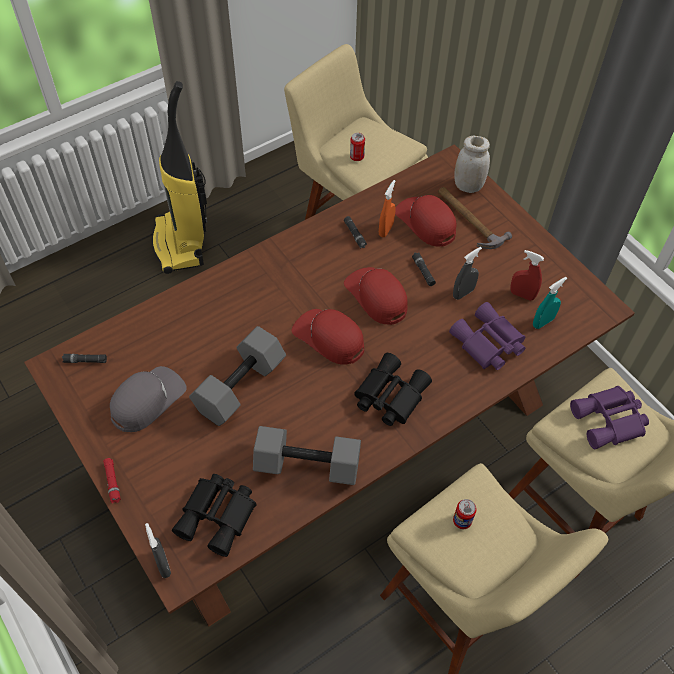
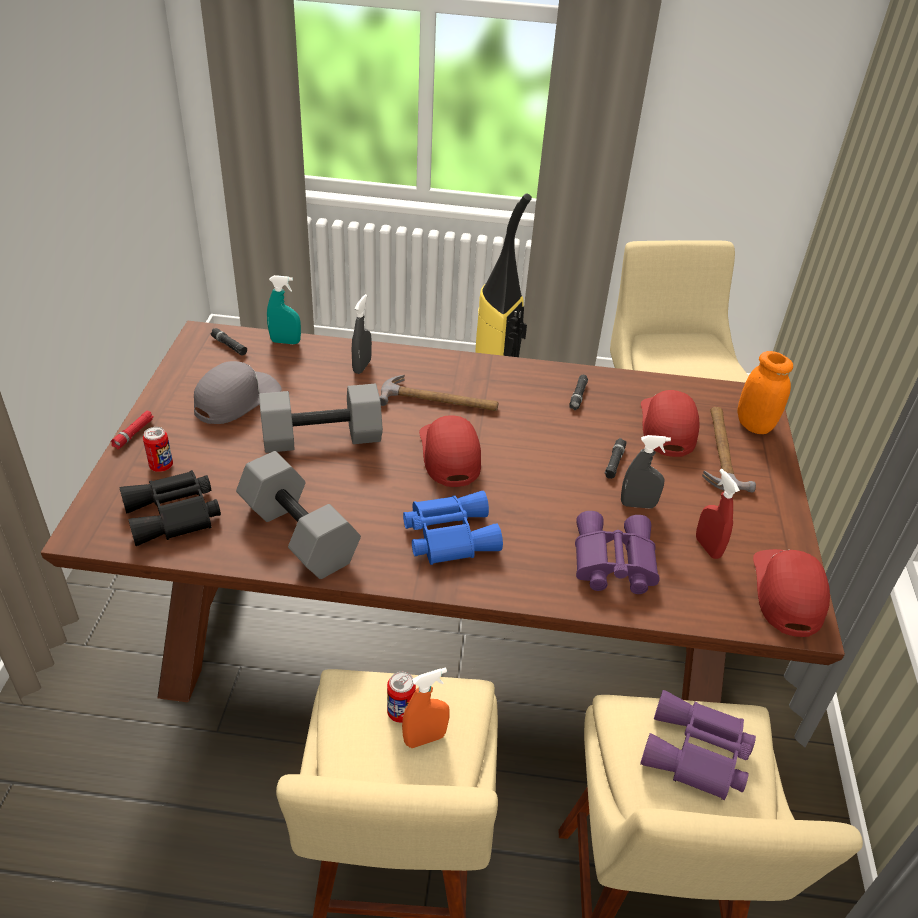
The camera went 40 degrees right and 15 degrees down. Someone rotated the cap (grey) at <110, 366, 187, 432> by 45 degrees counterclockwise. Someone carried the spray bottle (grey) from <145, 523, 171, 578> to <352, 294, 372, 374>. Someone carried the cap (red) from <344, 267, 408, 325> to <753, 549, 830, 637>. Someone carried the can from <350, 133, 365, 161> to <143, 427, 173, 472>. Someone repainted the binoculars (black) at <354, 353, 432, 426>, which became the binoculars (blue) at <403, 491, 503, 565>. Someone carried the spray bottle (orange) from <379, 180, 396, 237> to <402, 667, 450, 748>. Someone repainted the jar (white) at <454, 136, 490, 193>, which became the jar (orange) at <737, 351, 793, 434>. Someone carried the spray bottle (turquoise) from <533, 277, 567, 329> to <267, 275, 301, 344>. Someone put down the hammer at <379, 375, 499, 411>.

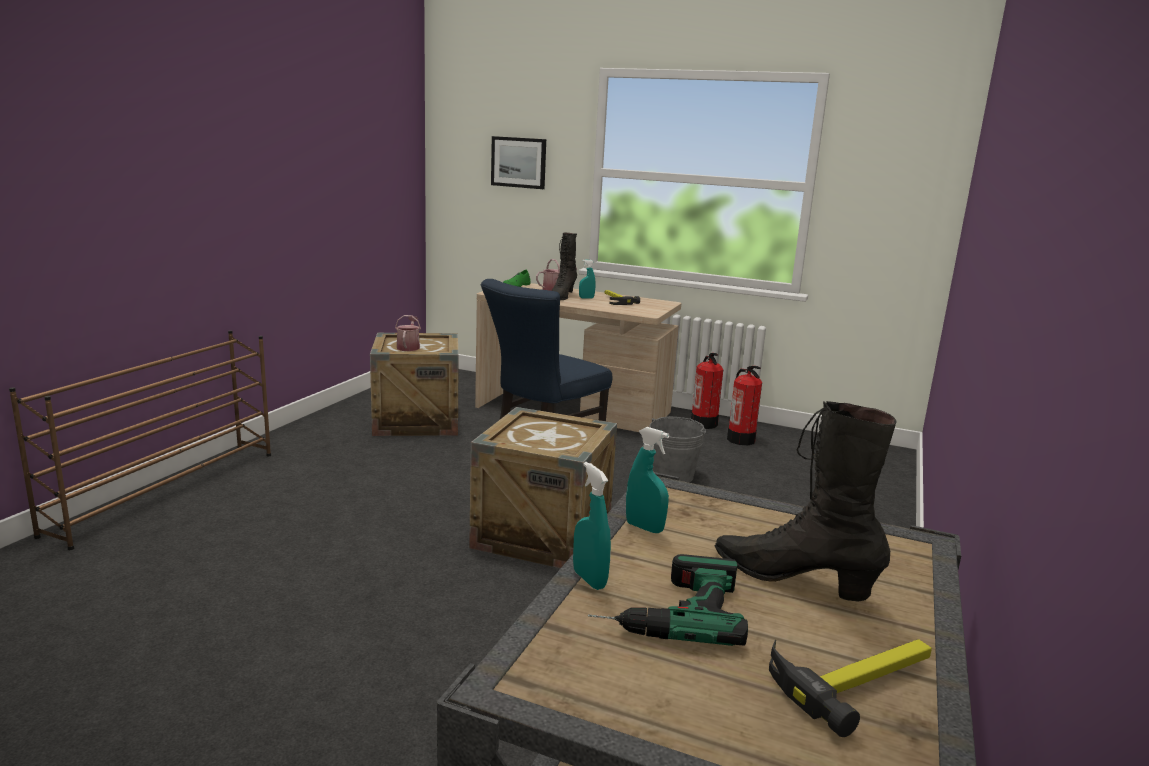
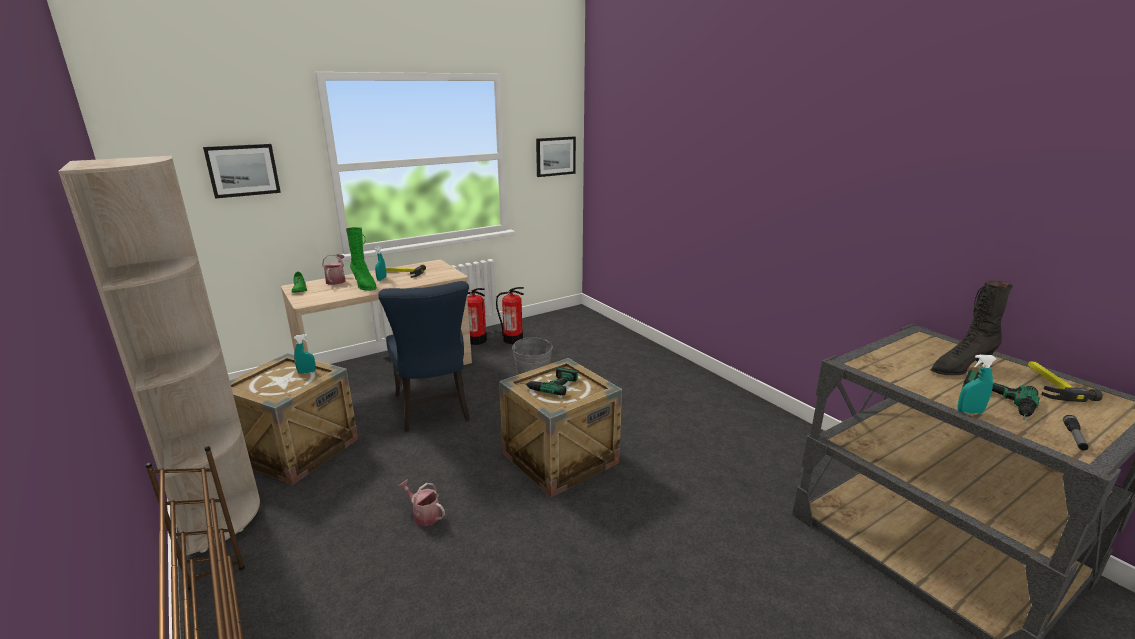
The camera went 55 degrees left and 5 degrees up. Someone carried the watering can from <395, 315, 421, 351> to <398, 479, 445, 526>. Someone repainted the boot (black) at <552, 233, 577, 301>, which became the boot (green) at <346, 227, 377, 291>. Someone carried the spray bottle (turquoise) from <626, 427, 669, 533> to <294, 334, 316, 374>. Someone put down the bookcase (beige) at <58, 156, 260, 555>. Someone put down the power drill at <518, 367, 578, 396>. Someone put up the picture at <536, 137, 576, 177>. Someone put down the flashlight at <1063, 415, 1088, 451>.

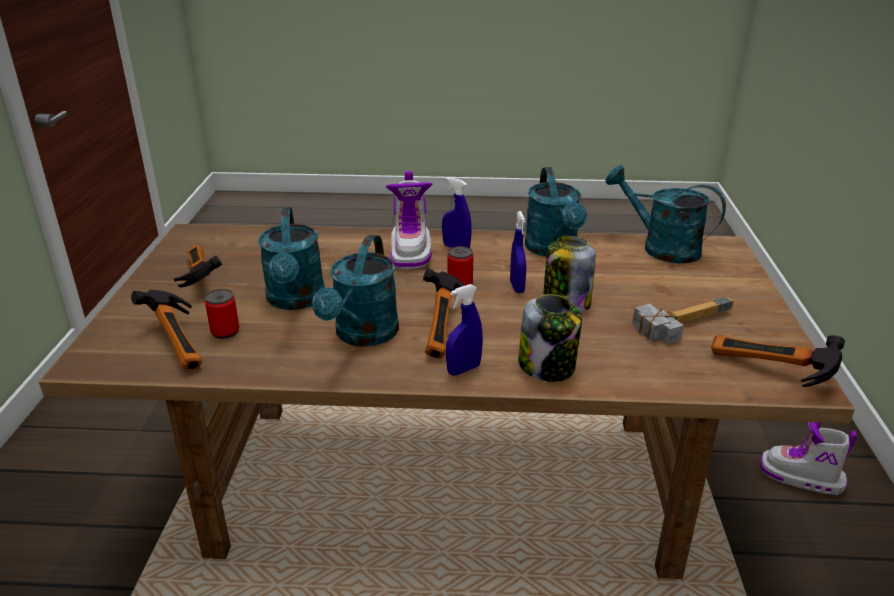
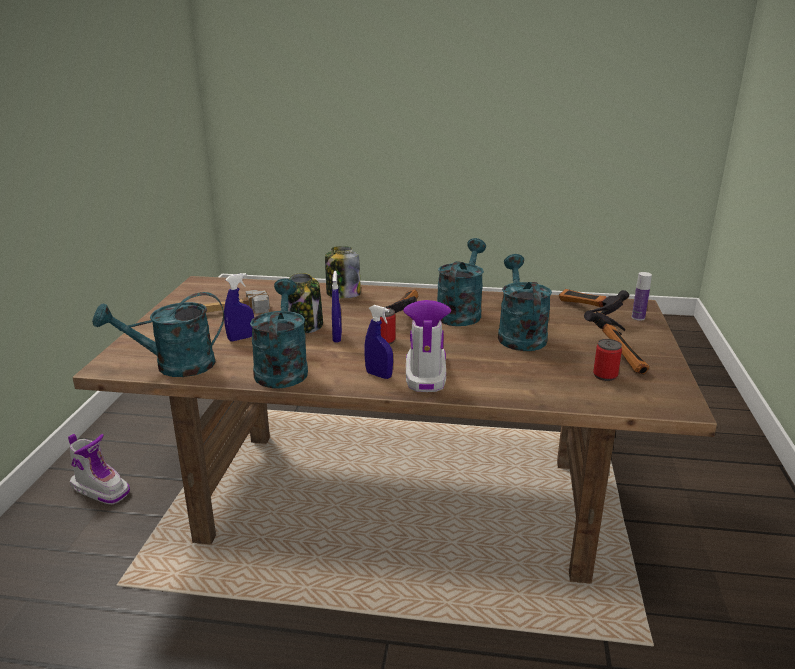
The camera went 175 degrees left and 5 degrees down. Someone carried the can from <205, 289, 239, 339> to <593, 339, 622, 381>. Someone carried the spray bottle (blue) from <446, 284, 483, 375> to <224, 273, 254, 341>. Someone rotated the watering can (turquoise) at <605, 165, 726, 264> by 120 degrees clockwise. Someone took away the hammer at <711, 335, 845, 387>. Someone put down the bottle at <632, 272, 652, 321>.

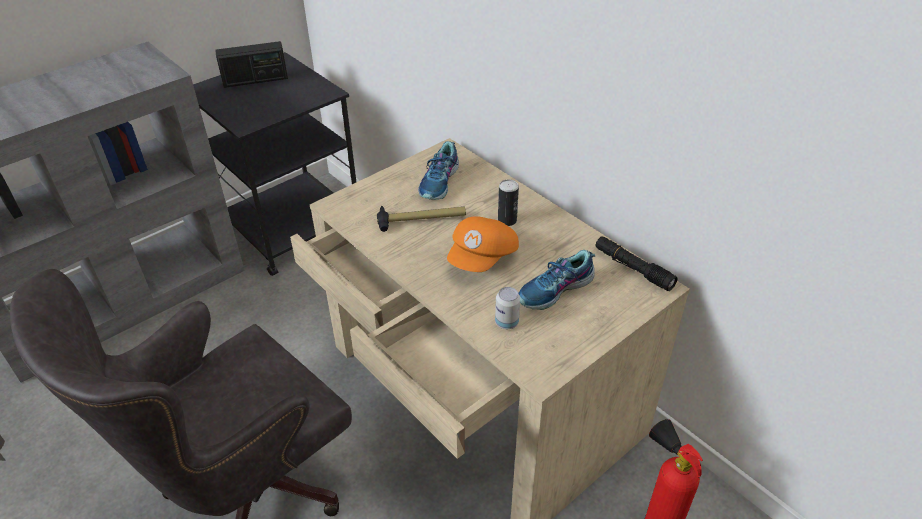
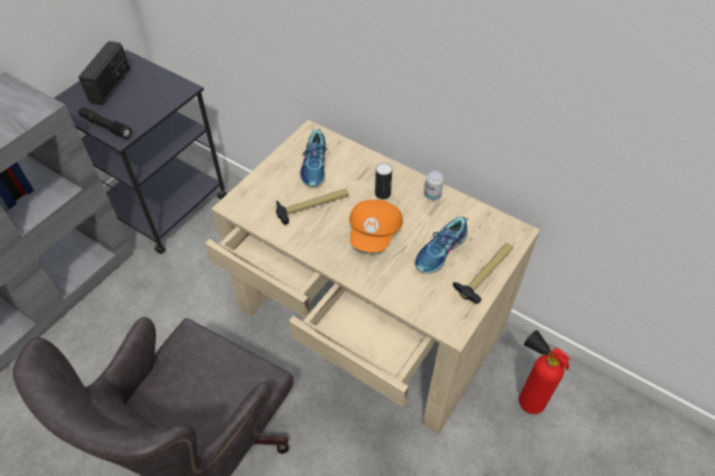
The camera went 15 degrees left and 10 degrees up. Someone rotated the radio at <216, 41, 288, 88> by 45 degrees counterclockwise. Someone carried the can from <495, 287, 520, 329> to <424, 170, 444, 200>. Someone carried the flashlight (black) from <596, 236, 678, 291> to <78, 107, 132, 139>. Someone put down the hammer at <453, 243, 513, 304>.

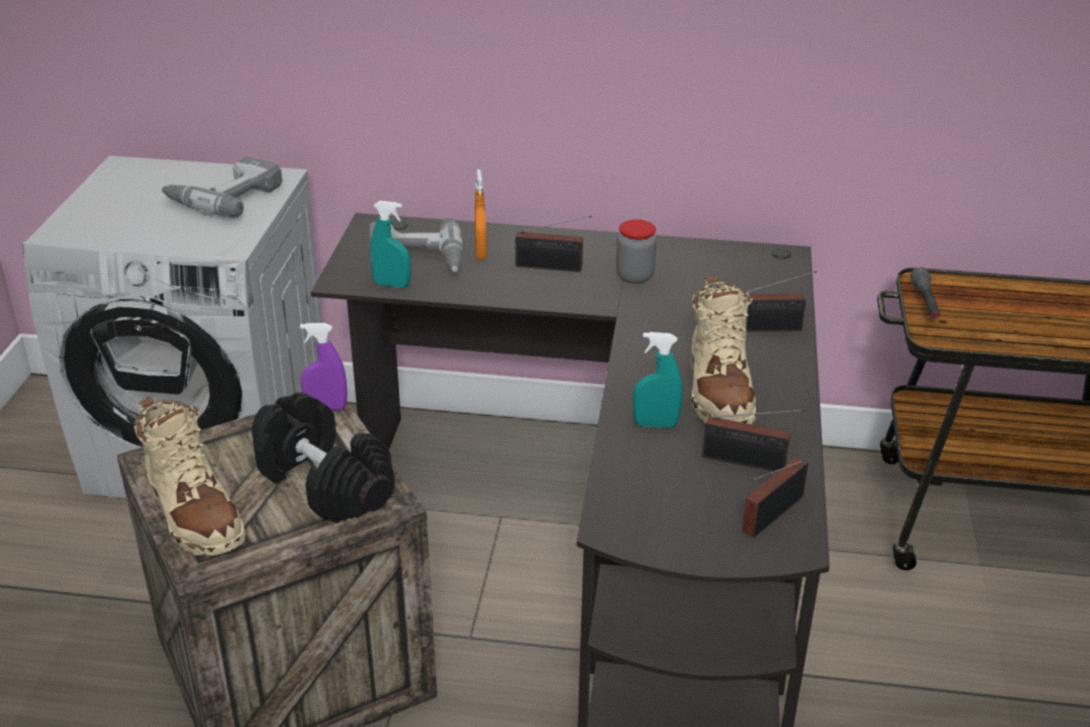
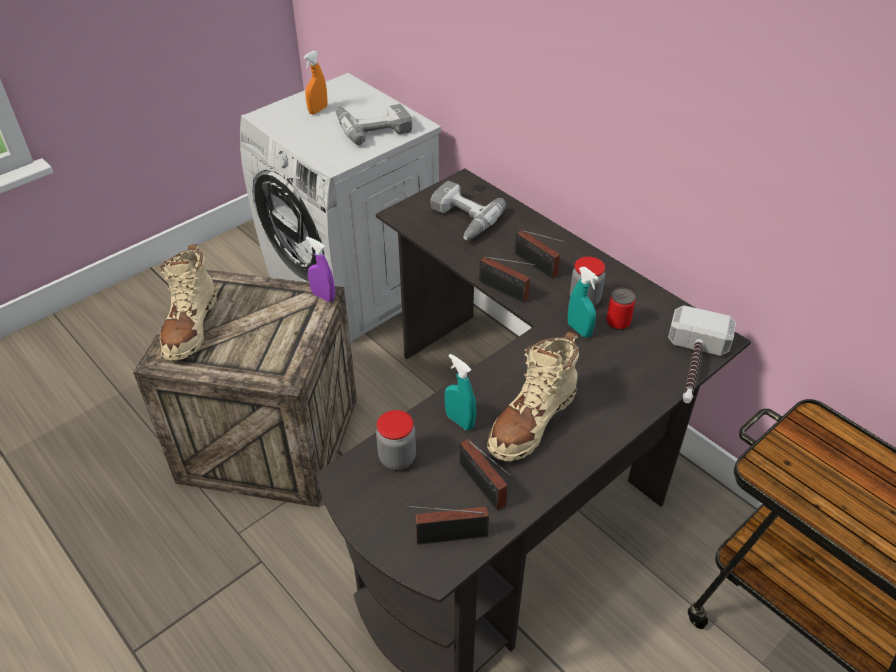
The camera went 40 degrees right and 10 degrees up. Someone took away the dumbbell (black) at <252, 392, 395, 523>. Someone carried the spray bottle (turquoise) from <370, 201, 411, 288> to <568, 267, 599, 337>. Someone carried the spray bottle (orange) from <475, 170, 487, 260> to <303, 50, 327, 114>. Someone carried the radio from <746, 271, 817, 332> to <479, 256, 536, 303>. Someone took away the flashlight (grey) at <910, 267, 941, 319>. Someone put down the jar at <376, 410, 416, 470>. Someone put down the can at <606, 288, 636, 330>. Someone put down the hammer at <668, 305, 736, 403>.

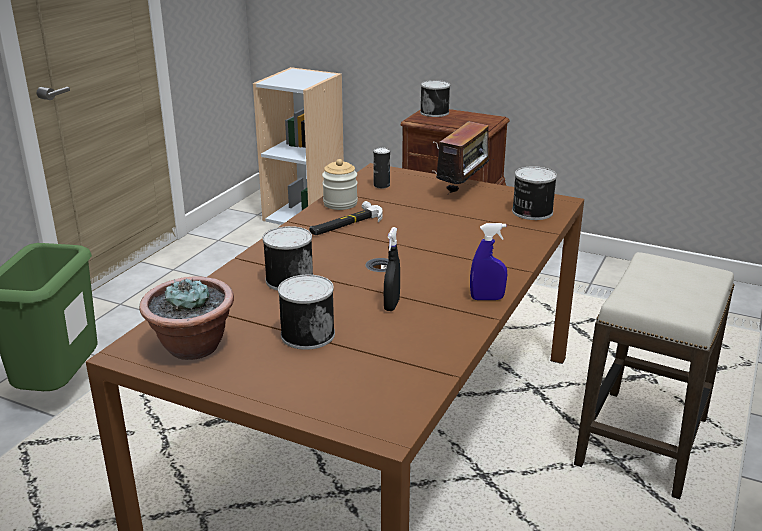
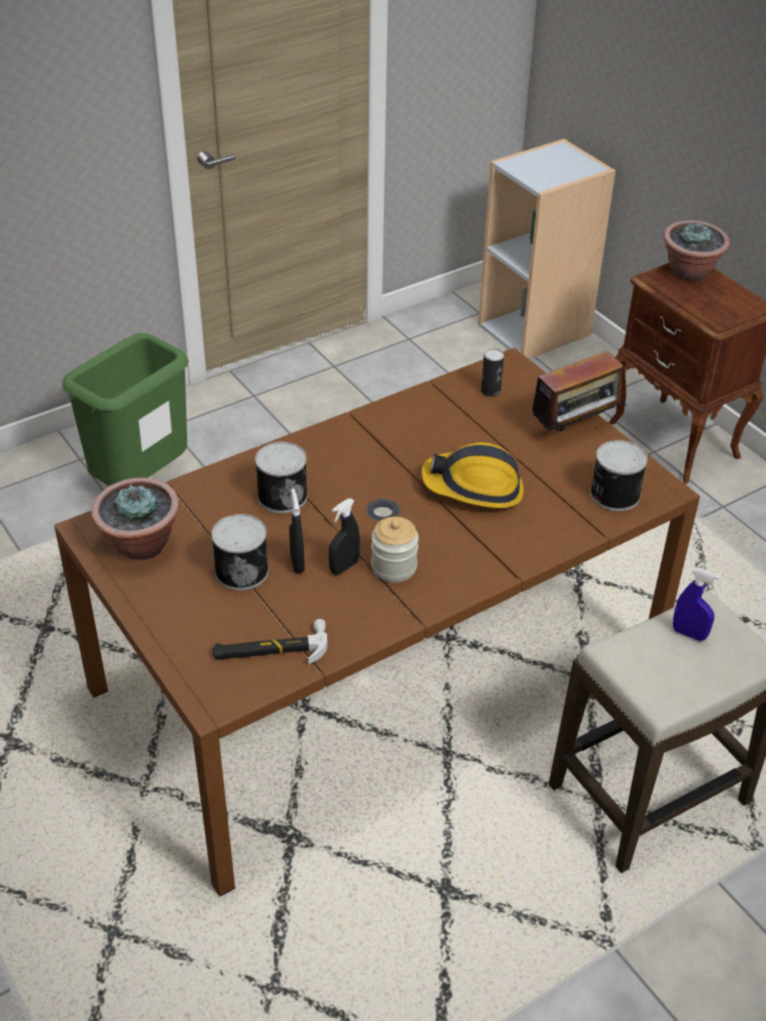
The camera went 30 degrees right and 15 degrees up. Someone carried the hammer from <309, 201, 382, 235> to <213, 619, 328, 664>. Someone carried the jar from <322, 159, 358, 210> to <371, 517, 419, 582>. Someone swapped the can at <420, 80, 450, 117> for the potted plant at <663, 220, 730, 281>. Someone carried the spray bottle (blue) from <470, 223, 507, 300> to <673, 568, 720, 641>. Someone put down the spray bottle (black) at <289, 488, 305, 573>. Someone put down the hard hat at <422, 442, 524, 508>.

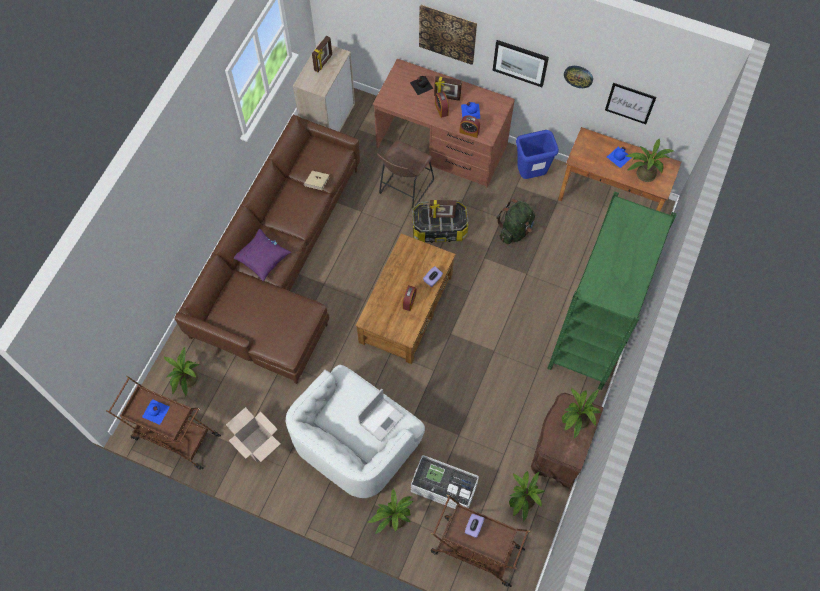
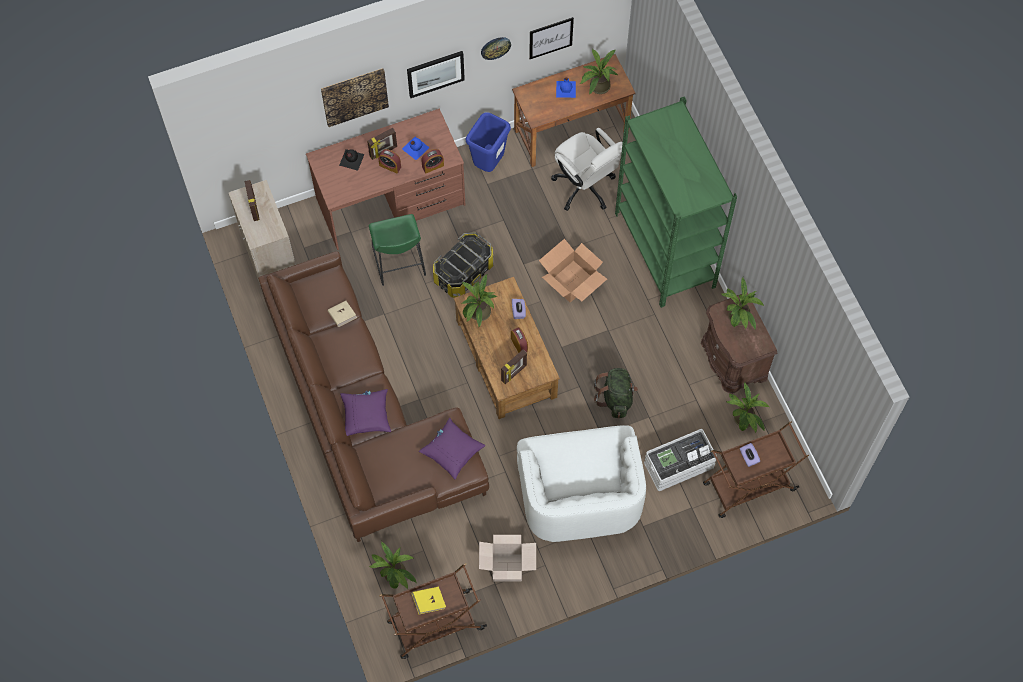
The camera went 45 degrees left and 0 degrees up. Someone swapped the bottle (blue) at <142, 399, 170, 425> for the book (yellow) at <412, 587, 446, 614>. Someone took away the laptop at <358, 389, 404, 442>. Someone carried the potted plant from <368, 489, 414, 534> to <462, 275, 497, 327>. Someone repainted the stool (brown) at <377, 140, 434, 209>, which became the stool (green) at <369, 214, 426, 286>. Someone carried the picture frame from <429, 200, 456, 218> to <501, 350, 527, 384>. Someone carried the backpack (green) from <496, 199, 535, 244> to <594, 368, 638, 418>. Someone put down the pillow (purple) at <419, 418, 485, 479>. Someone put down the cardboard box at <539, 238, 607, 303>. Someone put down the office chair (white) at <551, 128, 623, 211>.

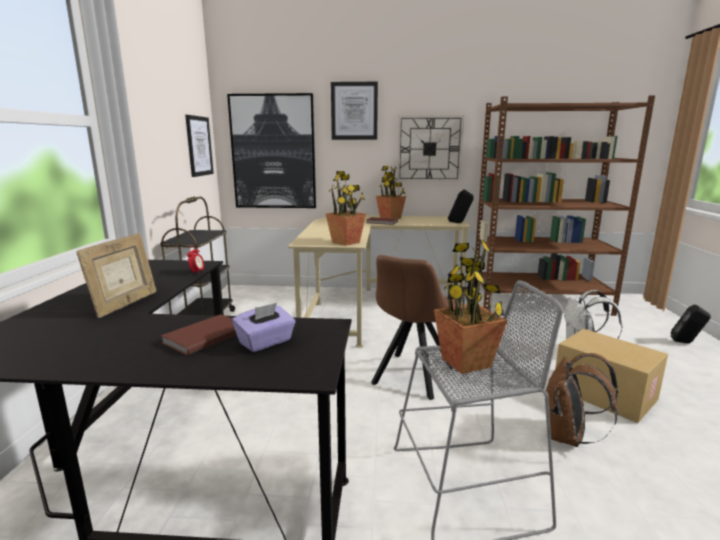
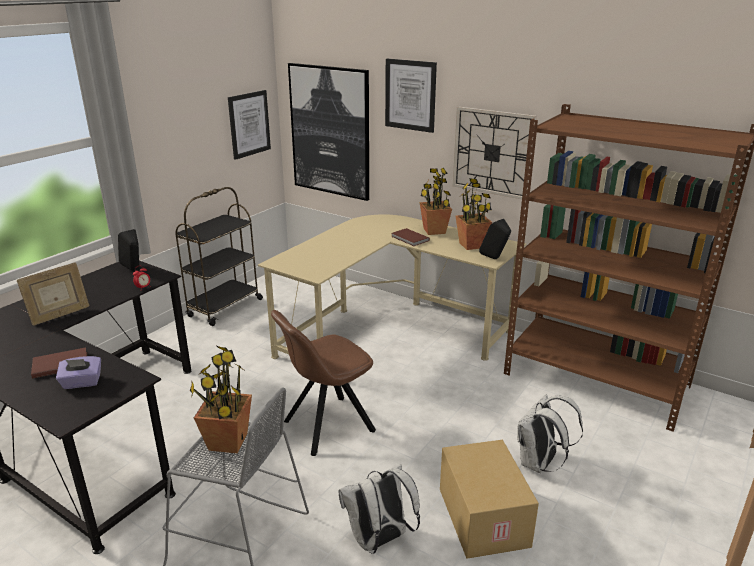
The camera went 30 degrees right and 10 degrees up. Someone carried the potted plant from <326, 171, 366, 246> to <456, 178, 493, 250>. Someone repainted the backpack (brown) at <544, 353, 618, 447>, which became the backpack (white) at <338, 464, 420, 554>. Someone carried the speaker (black) from <671, 304, 711, 343> to <118, 229, 139, 271>.

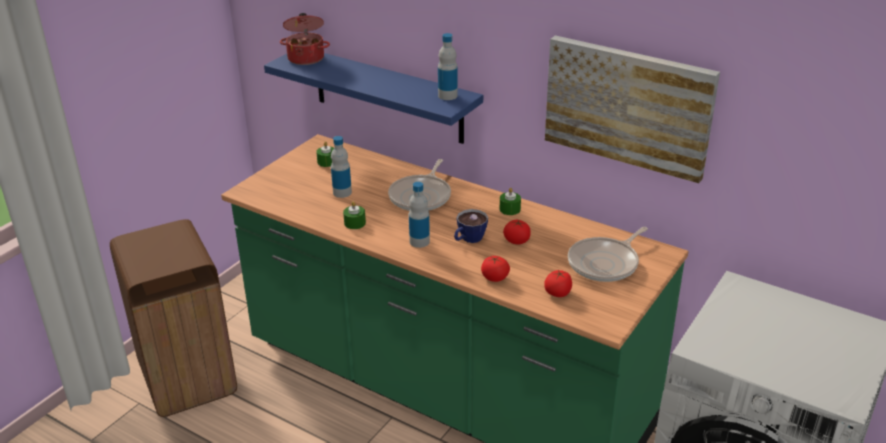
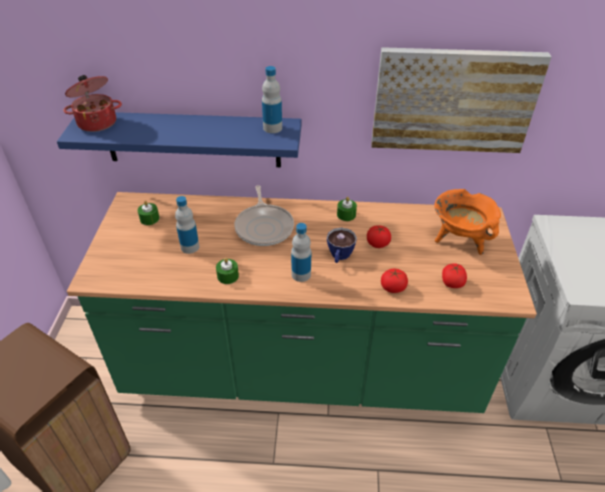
The camera went 30 degrees left and 10 degrees up. Someone swapped the frying pan at <568, 227, 648, 282> for the cooking pot (orange) at <434, 189, 501, 255>.

